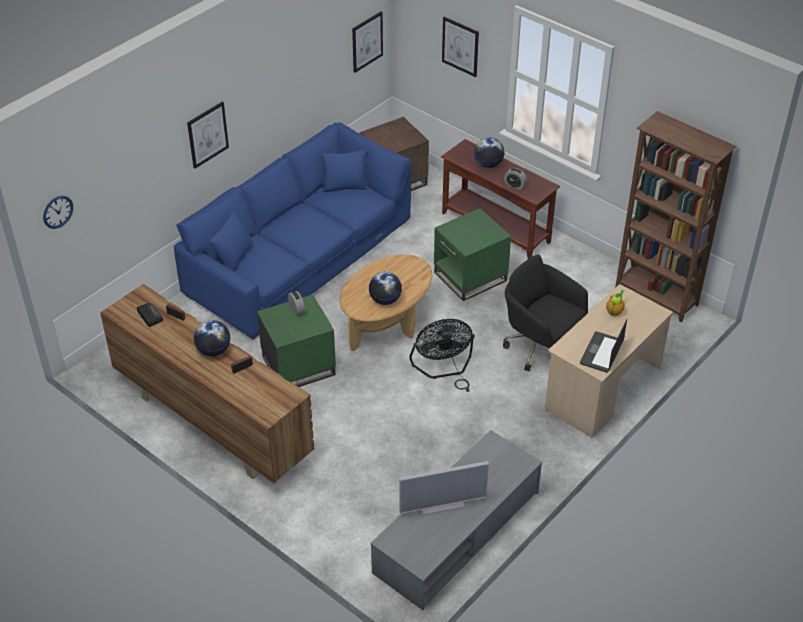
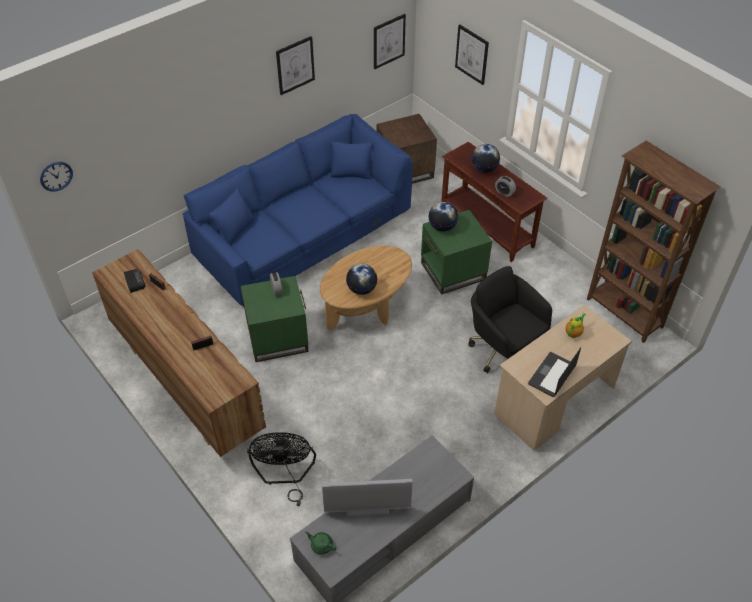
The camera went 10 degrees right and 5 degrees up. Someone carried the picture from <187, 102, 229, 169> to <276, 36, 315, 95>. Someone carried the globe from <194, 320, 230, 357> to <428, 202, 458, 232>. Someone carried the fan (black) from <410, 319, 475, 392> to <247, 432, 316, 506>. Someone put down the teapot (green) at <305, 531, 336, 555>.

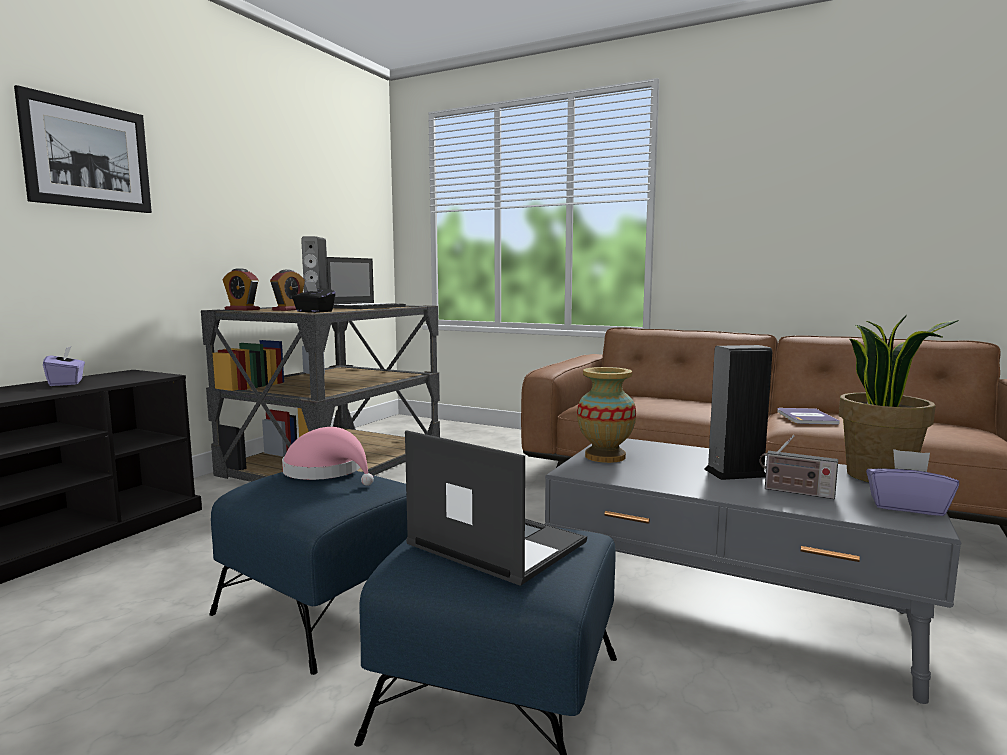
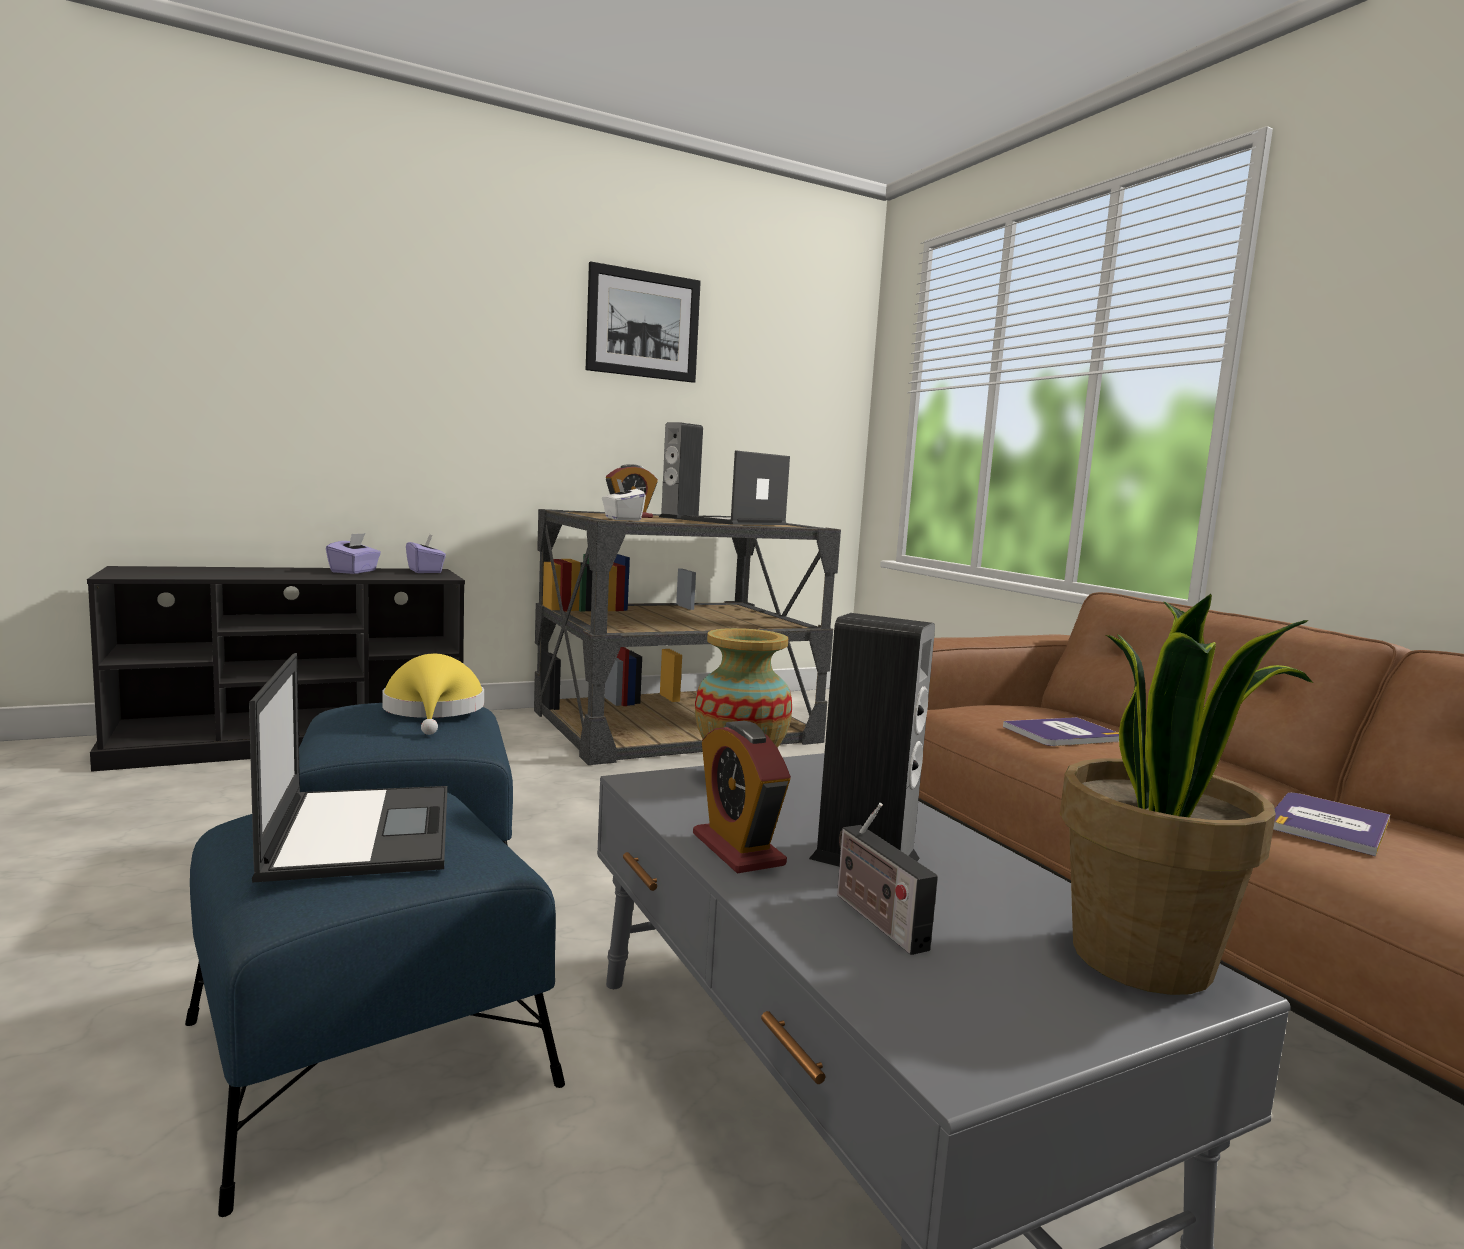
The camera went 35 degrees right and 0 degrees up. Someone carried the picture from <14, 85, 152, 213> to <586, 261, 701, 383>. Someone carried the alarm clock from <222, 269, 260, 310> to <693, 721, 791, 873>. Someone repainted the hat (pink) at <282, 427, 374, 486>, which became the hat (yellow) at <382, 653, 484, 735>. Someone repainted the tissue box (black) at <292, 281, 336, 313>, which became the tissue box (white) at <602, 479, 646, 521>. Someone rotated the laptop at <326, 257, 406, 309> by 150 degrees clockwise. Someone carried the tissue box (purple) from <866, 449, 959, 516> to <406, 534, 446, 573>. Someone put down the book at <1003, 717, 1119, 746>.

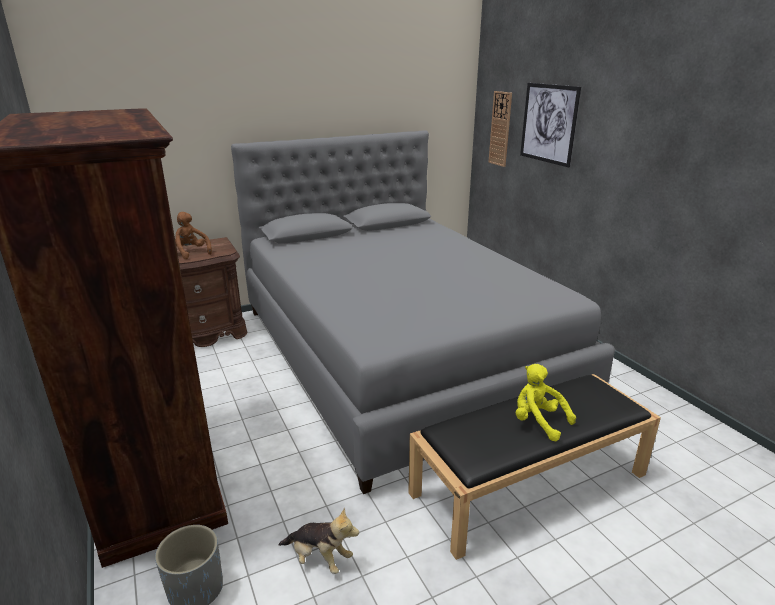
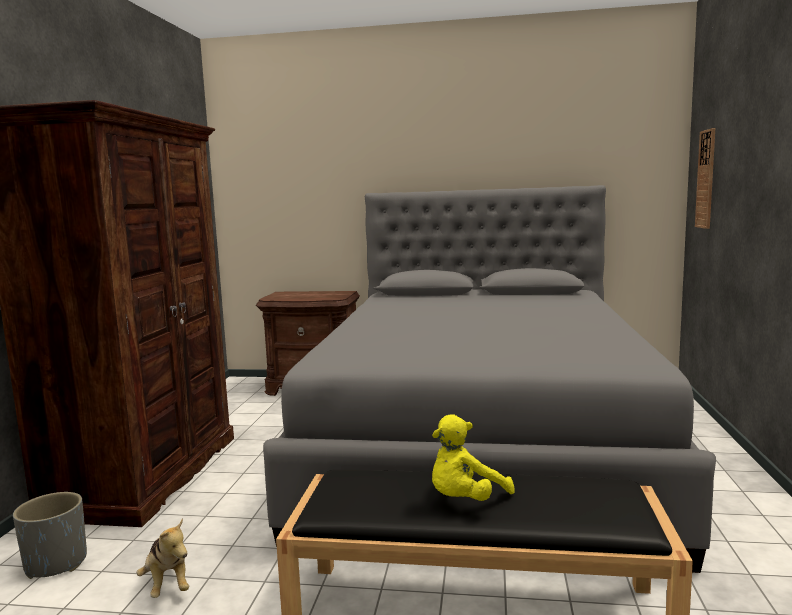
The camera went 35 degrees right and 15 degrees down. Someone took away the plush toy (brown) at <175, 212, 212, 259>. Someone rotated the plush toy (yellow) at <516, 364, 576, 441> by 120 degrees counterclockwise. Someone took away the picture at <520, 83, 581, 167>.

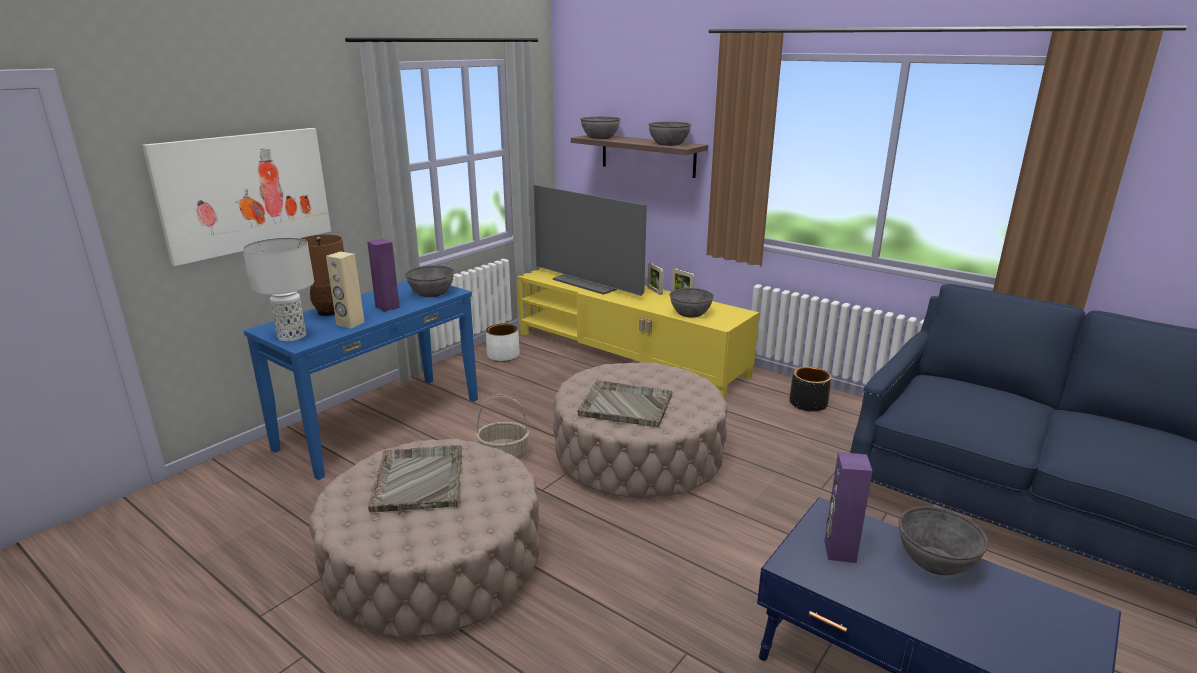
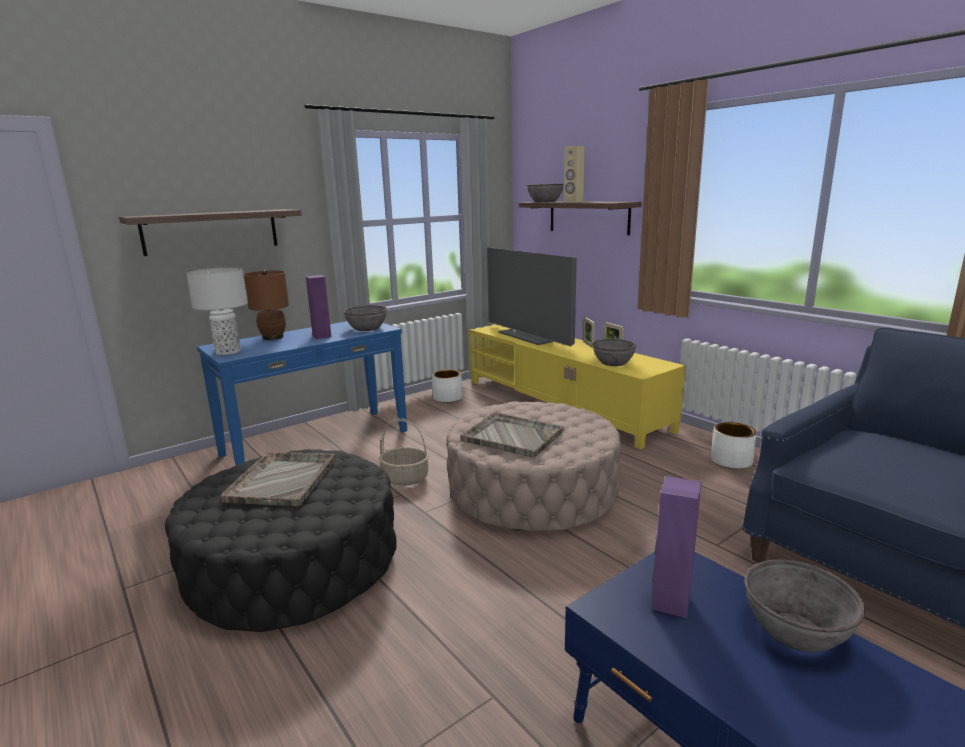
The camera went 15 degrees right and 5 degrees down. Someone swapped the picture at <142, 128, 331, 266> for the shelf at <119, 209, 302, 256>. Someone repainted the ottoman (beige) at <309, 439, 540, 638>, which became the ottoman (black) at <165, 449, 397, 632>. Someone carried the speaker (beige) from <326, 251, 365, 328> to <564, 146, 584, 202>. Someone took away the bowl (grey) at <648, 122, 691, 146>. Someone repainted the planter (black) at <789, 367, 832, 412>, which became the planter (white) at <711, 422, 757, 469>.

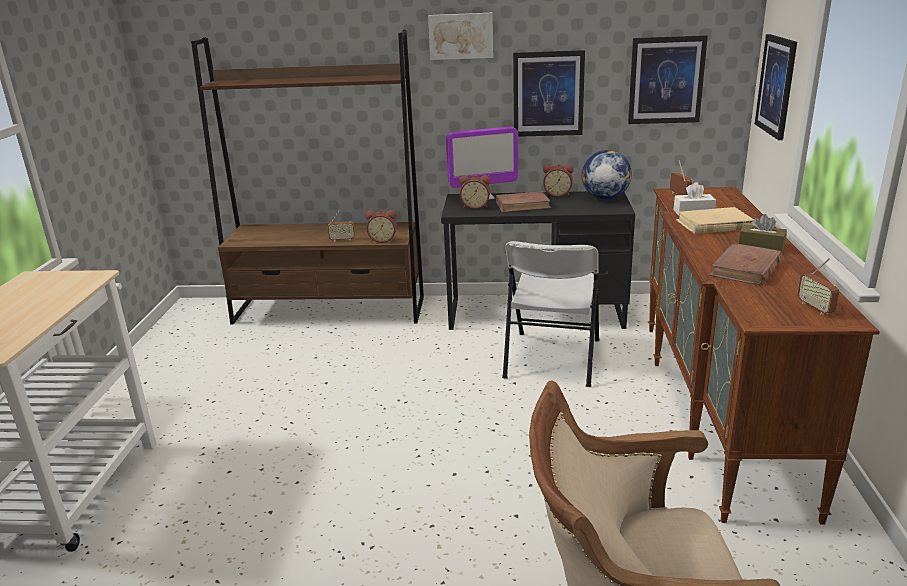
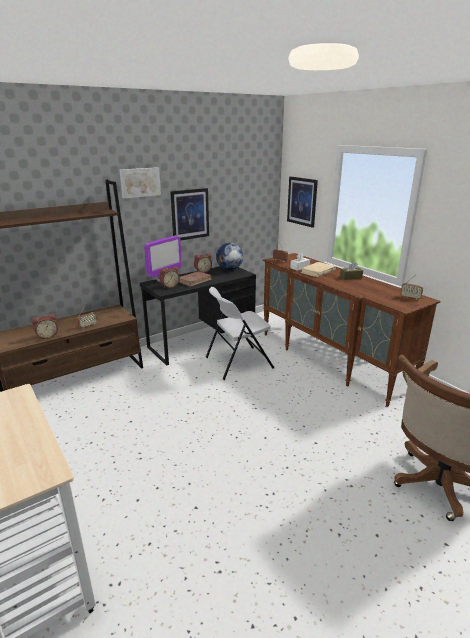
The camera went 40 degrees left and 0 degrees up. Someone carried the alarm clock from <366, 210, 397, 243> to <32, 314, 58, 339>. Someone rotated the chair (white) at <502, 241, 599, 387> by 90 degrees clockwise. Someone took away the picture at <628, 35, 708, 124>. Someone took away the book (brown) at <710, 243, 783, 285>.

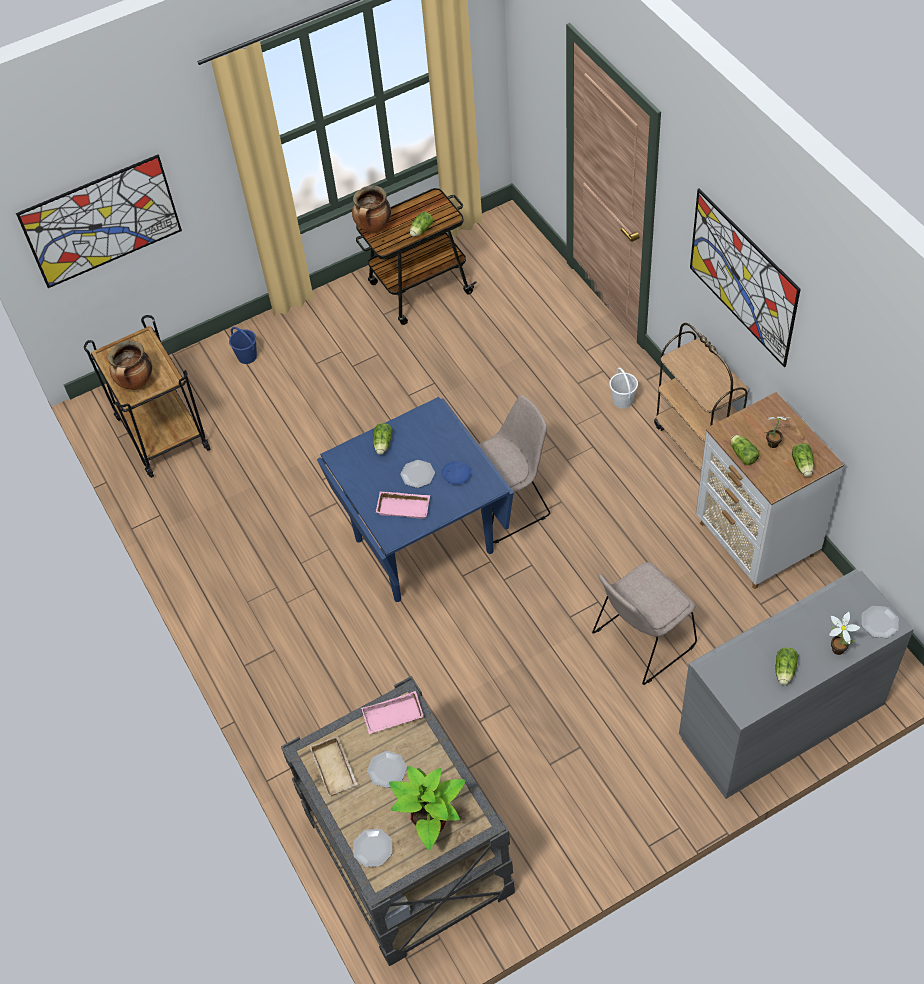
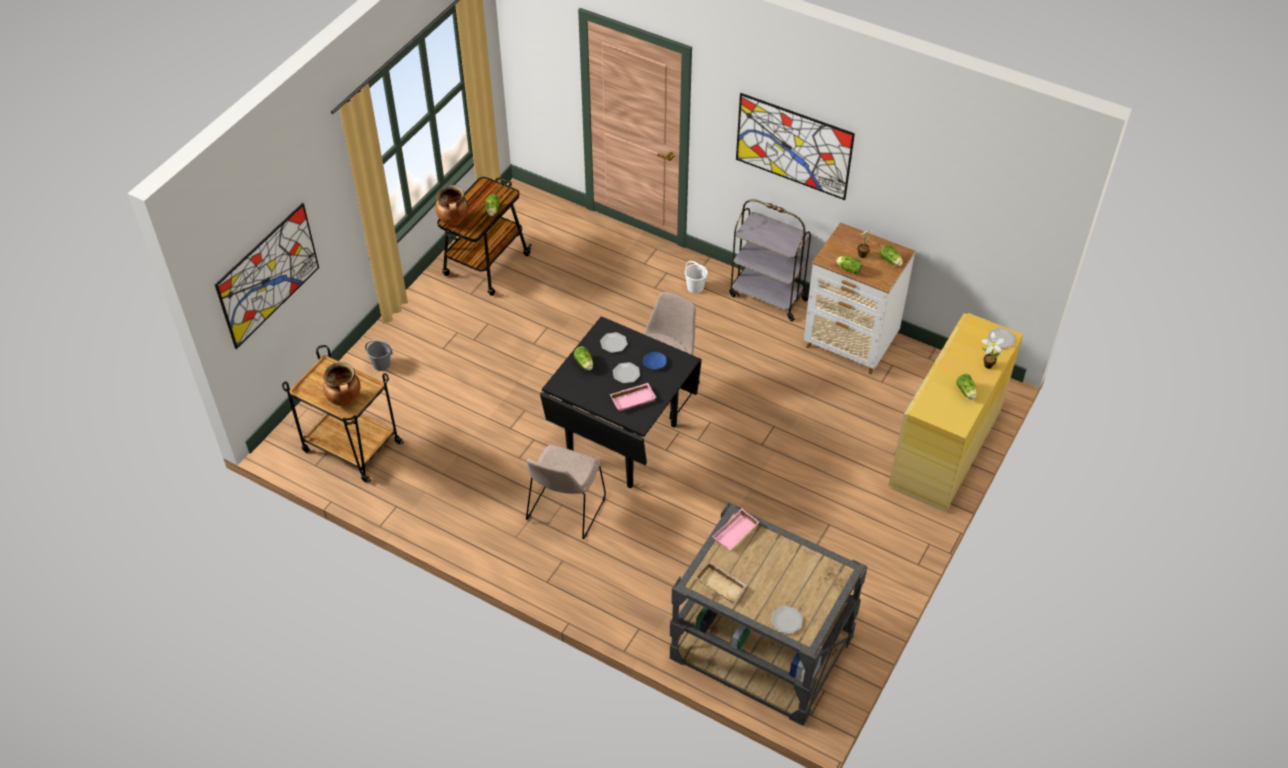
The camera went 35 degrees left and 5 degrees down. Someone repainted the bucket (blue) at <229, 327, 257, 364>, which became the bucket (grey) at <365, 340, 393, 371>. Someone repainted the dining table (blue) at <317, 397, 514, 602>, which became the dining table (black) at <540, 317, 702, 488>. Someone carried the plate from <367, 751, 407, 788> to <600, 332, 628, 353>. Someone took away the potted plant at <389, 766, 466, 850>. Someone carried the chair (beige) from <592, 562, 697, 685> to <526, 444, 606, 539>. Someone repainted the cart (brown) at <654, 323, 748, 470>, which became the cart (grey) at <729, 199, 811, 321>. Someone repainted the cabinet (grey) at <679, 569, 914, 799>, which became the cabinet (yellow) at <888, 313, 1023, 513>.

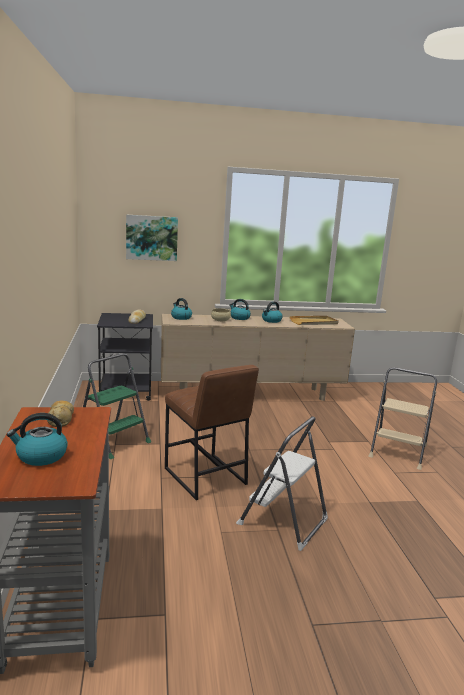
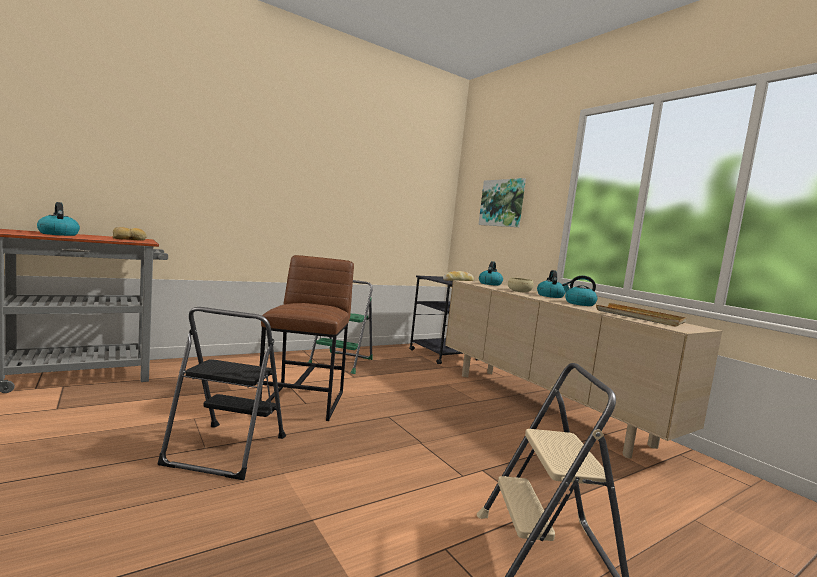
The camera went 65 degrees right and 10 degrees down. Someone rotated the chair (brown) at <165, 365, 259, 500> by 150 degrees clockwise. Someone repainted the step ladder (white) at <236, 416, 328, 551>, which became the step ladder (black) at <157, 307, 286, 480>.

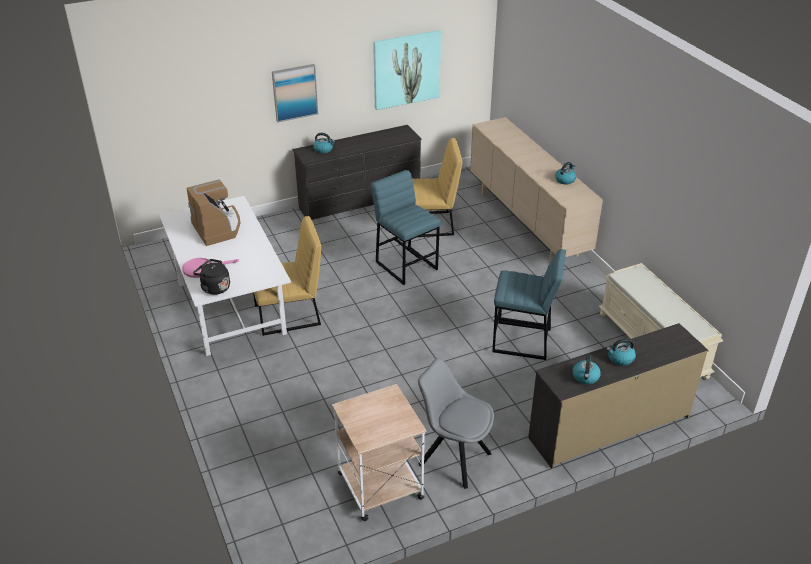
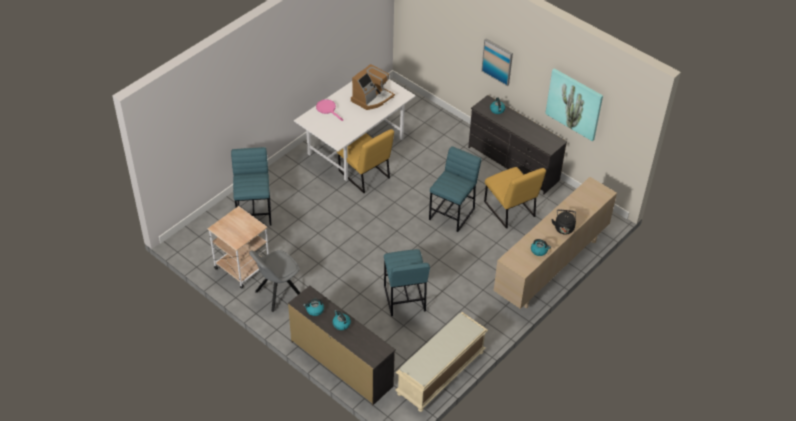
The camera went 65 degrees right and 10 degrees up. Someone carried the kettle (black) from <193, 259, 230, 295> to <551, 209, 576, 235>. Someone rotated the chair (grey) at <418, 358, 494, 489> by 135 degrees counterclockwise. Someone put down the stool (blue) at <231, 147, 271, 226>.

